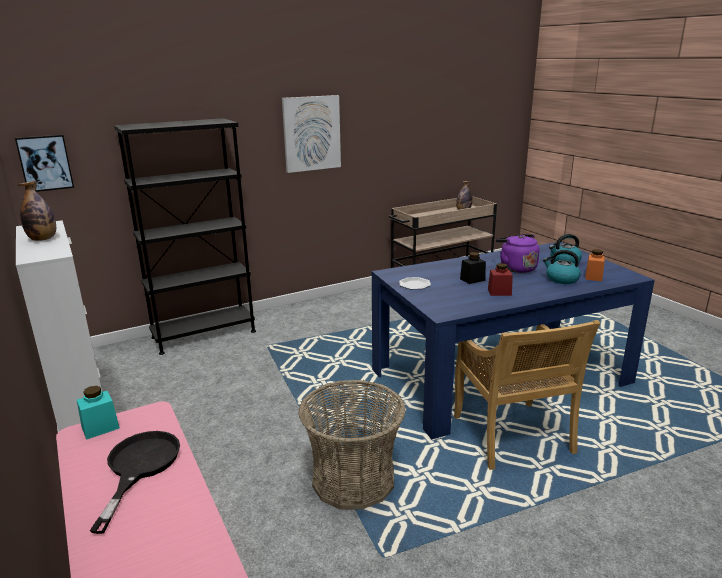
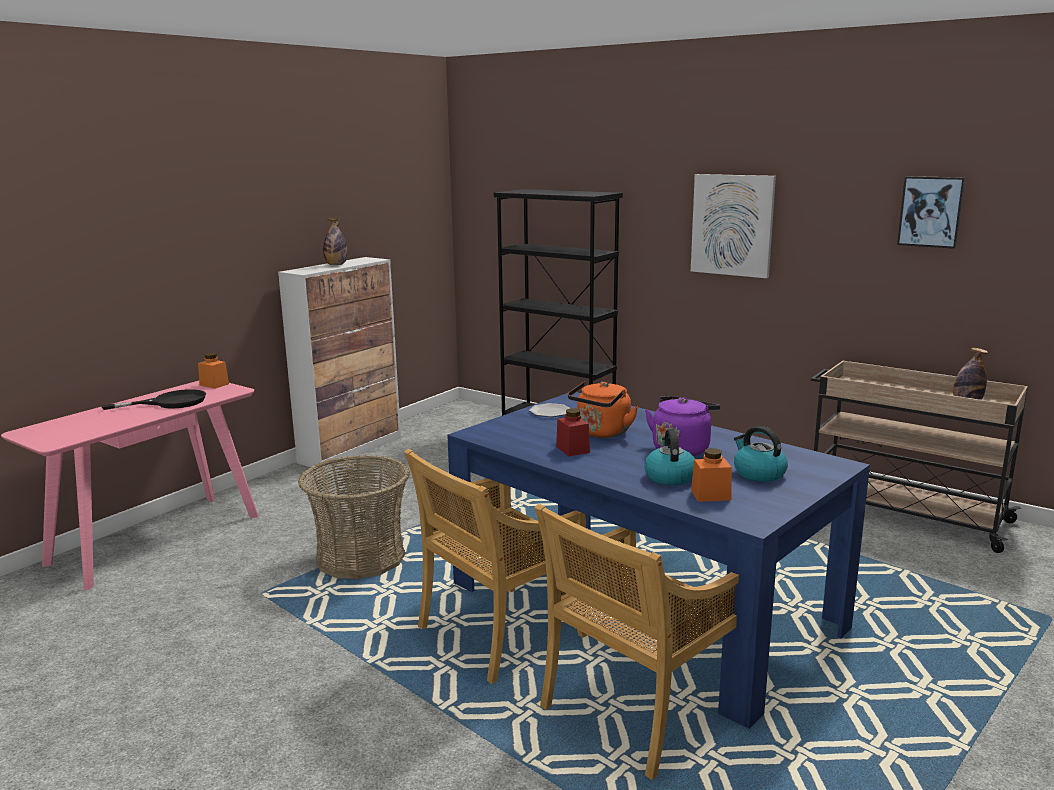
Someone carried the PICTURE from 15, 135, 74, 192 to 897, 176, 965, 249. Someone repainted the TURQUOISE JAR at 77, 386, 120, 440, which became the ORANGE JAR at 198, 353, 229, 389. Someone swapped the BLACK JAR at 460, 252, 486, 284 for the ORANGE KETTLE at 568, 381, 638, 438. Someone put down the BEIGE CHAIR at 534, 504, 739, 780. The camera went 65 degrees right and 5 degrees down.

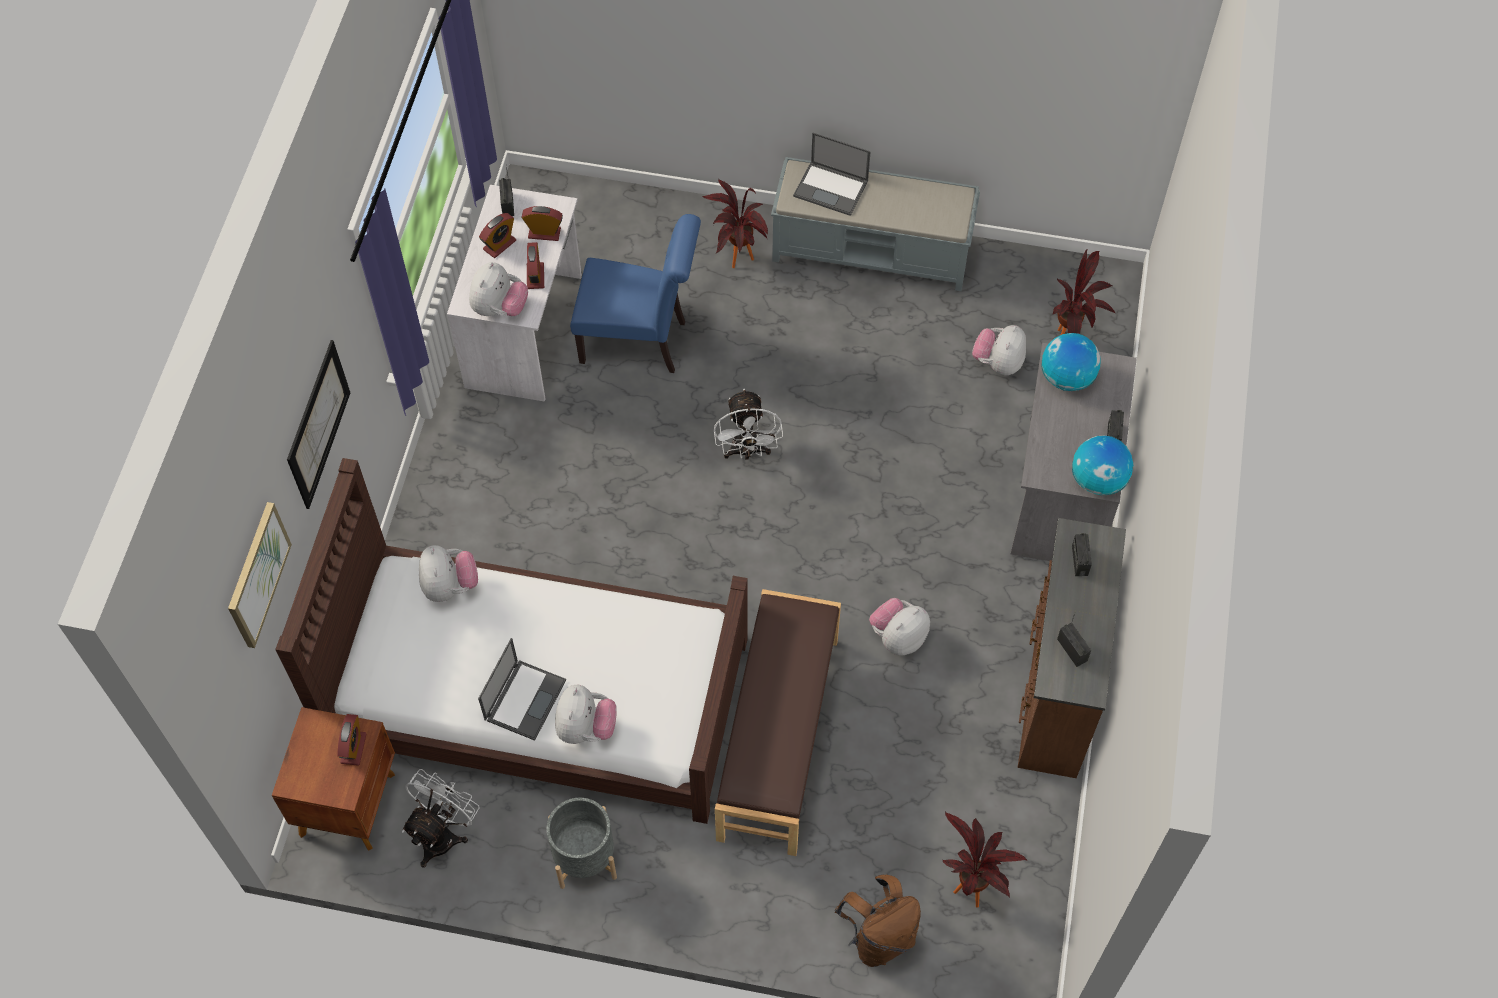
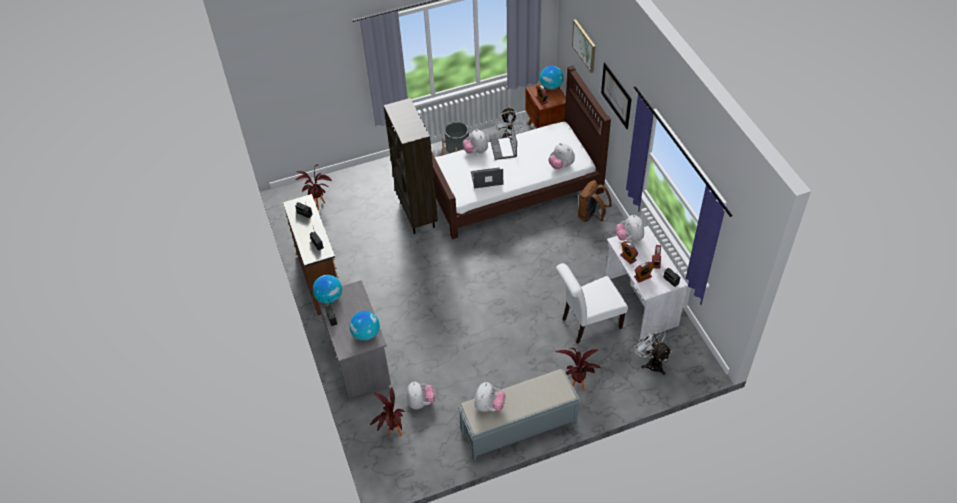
Someone repainted the BLUE CHAIR at 570, 214, 701, 373, which became the WHITE CHAIR at 556, 263, 628, 344. Someone carried the WHITE FAN from 714, 389, 783, 460 to 634, 326, 672, 375. Someone swapped the BROWN BENCH at 715, 589, 841, 856 for the BROWN BOOKCASE at 384, 98, 438, 234. Someone carried the LAPTOP from 793, 133, 871, 216 to 471, 167, 503, 189. Someone carried the BROWN BACKPACK from 835, 874, 921, 967 to 578, 180, 612, 222. Someone carried the PLUSH TOY from 869, 598, 930, 656 to 474, 382, 506, 412. Someone put down the GLOBE at 540, 66, 563, 90. The camera went 150 degrees right and 10 degrees down.

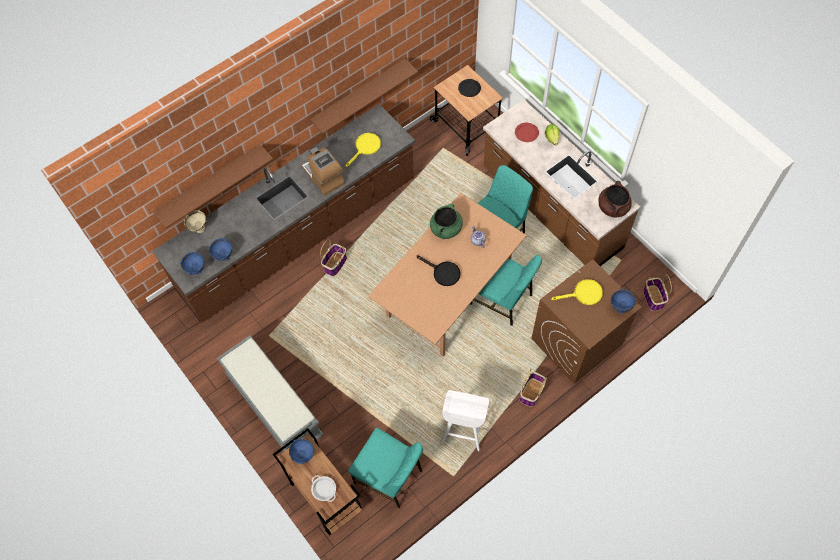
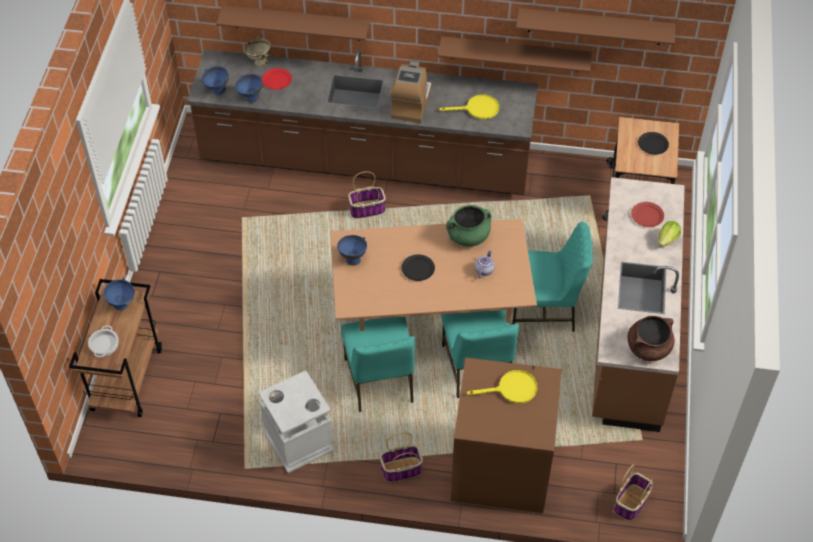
Someone took away the GREY BENCH at 217, 335, 323, 451. Someone carried the TURQUOISE CHAIR from 348, 428, 423, 509 to 341, 317, 415, 412. Someone swapped the BLACK FRYING PAN at 417, 255, 461, 286 for the BLACK PLATE at 402, 254, 435, 281. Someone swapped the WHITE STOOL at 442, 390, 489, 451 for the GREY TRASH CAN at 258, 370, 334, 473. Someone rotated the YELLOW FRYING PAN at 551, 279, 603, 305 by 45 degrees counterclockwise. Someone carried the BLUE BOWL from 611, 288, 636, 314 to 337, 235, 367, 266. Someone put down the RED PLATE at 262, 68, 292, 90. Someone put up the BROWN SHELF at 516, 8, 676, 45. The camera went 45 degrees right and 10 degrees down.

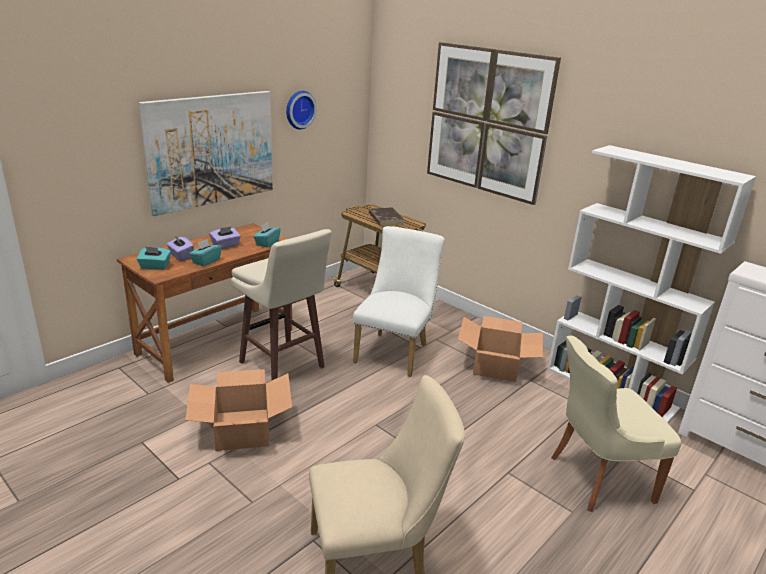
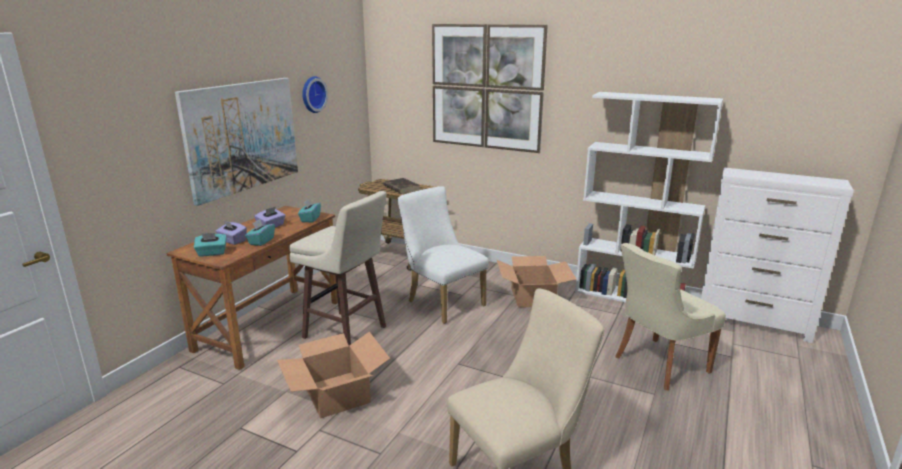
Someone rotated the WHITE CHAIR at 353, 226, 445, 377 by 45 degrees counterclockwise. The camera went 15 degrees left and 5 degrees down.

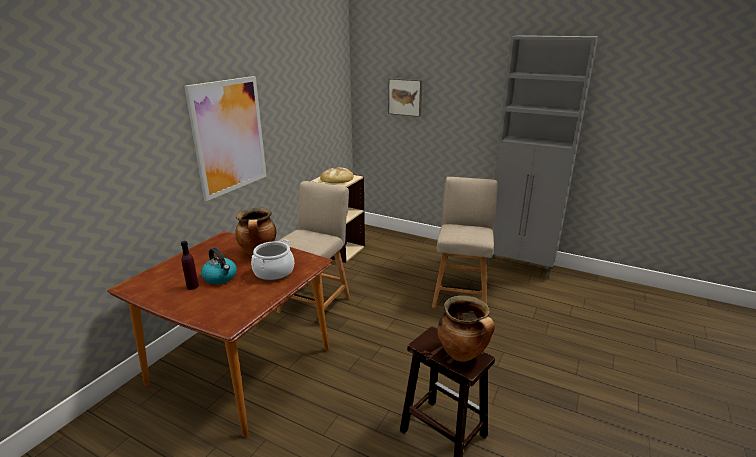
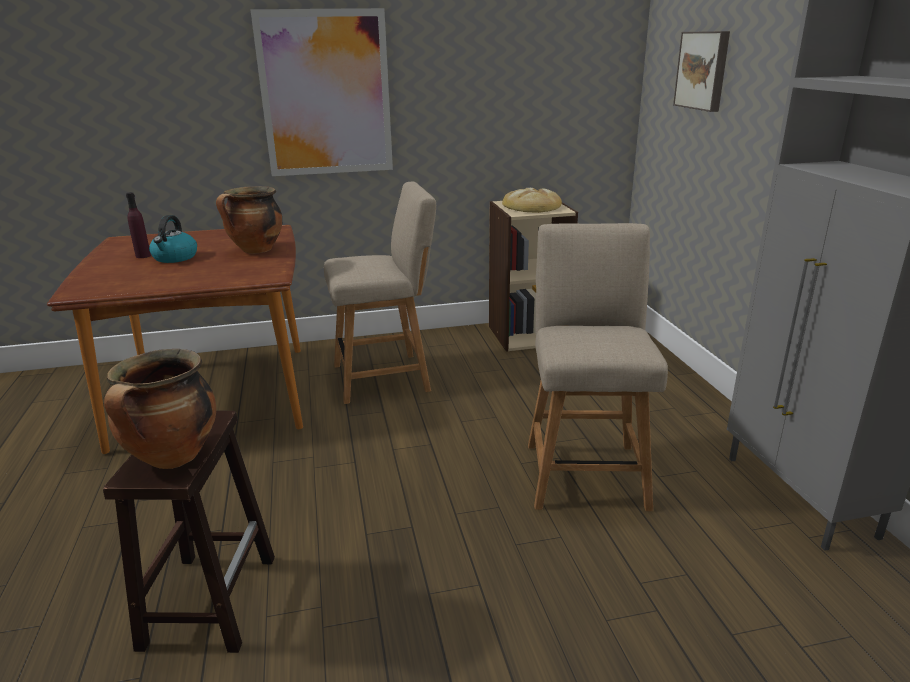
Someone took away the COOKING POT at 251, 239, 294, 281. Someone rotated the BEIGE CHAIR at 432, 177, 498, 308 by 60 degrees counterclockwise. The camera went 50 degrees right and 0 degrees up.

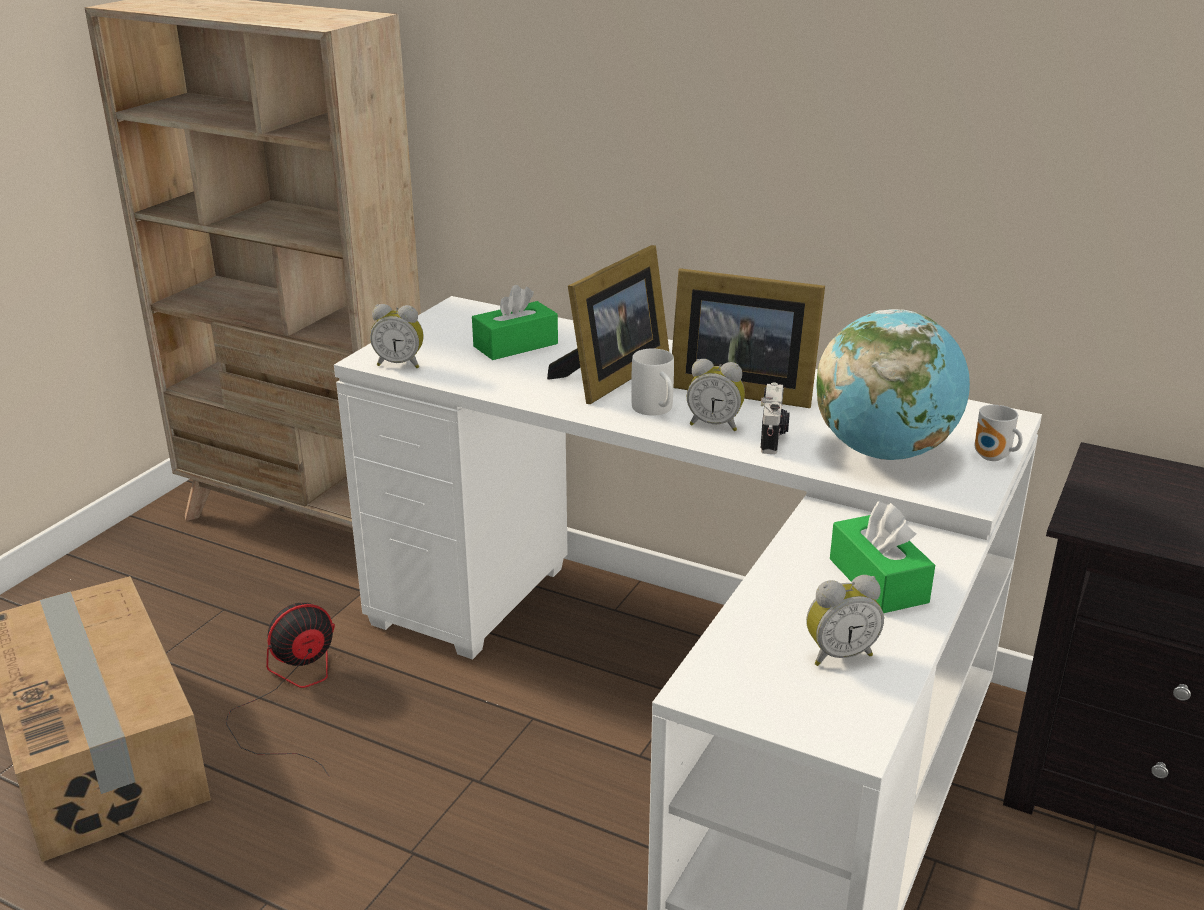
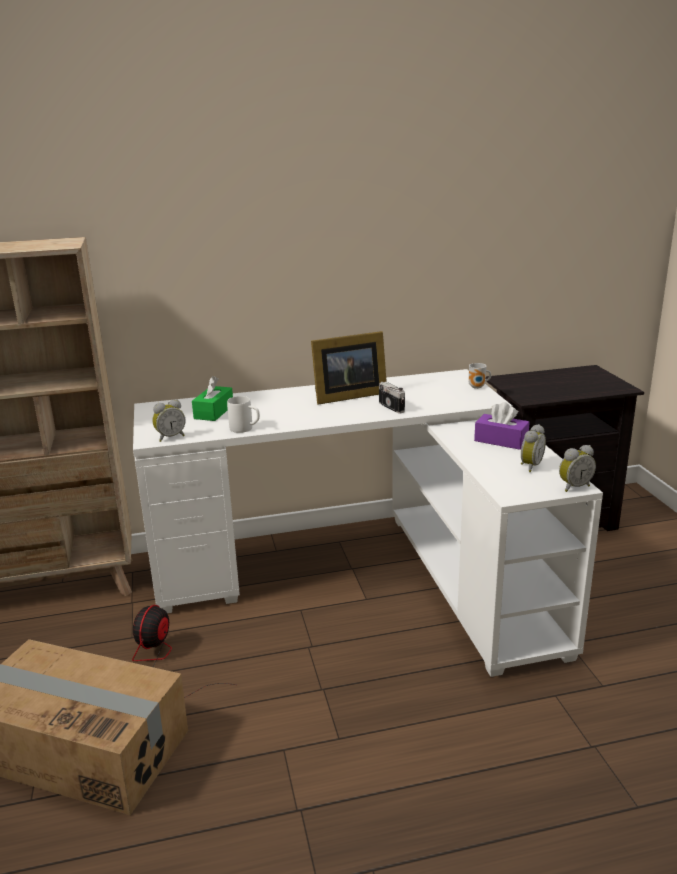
Someone took away the PICTURE FRAME at 547, 245, 669, 404. Someone carried the WHITE MUG from 631, 349, 674, 416 to 227, 396, 260, 433. Someone carried the ALARM CLOCK from 687, 359, 745, 431 to 559, 445, 596, 492. Someone took away the GLOBE at 816, 309, 970, 460. Someone repainted the GREEN TISSUE BOX at 830, 501, 935, 613, which became the PURPLE TISSUE BOX at 474, 402, 530, 450. The camera went 40 degrees left and 5 degrees down.

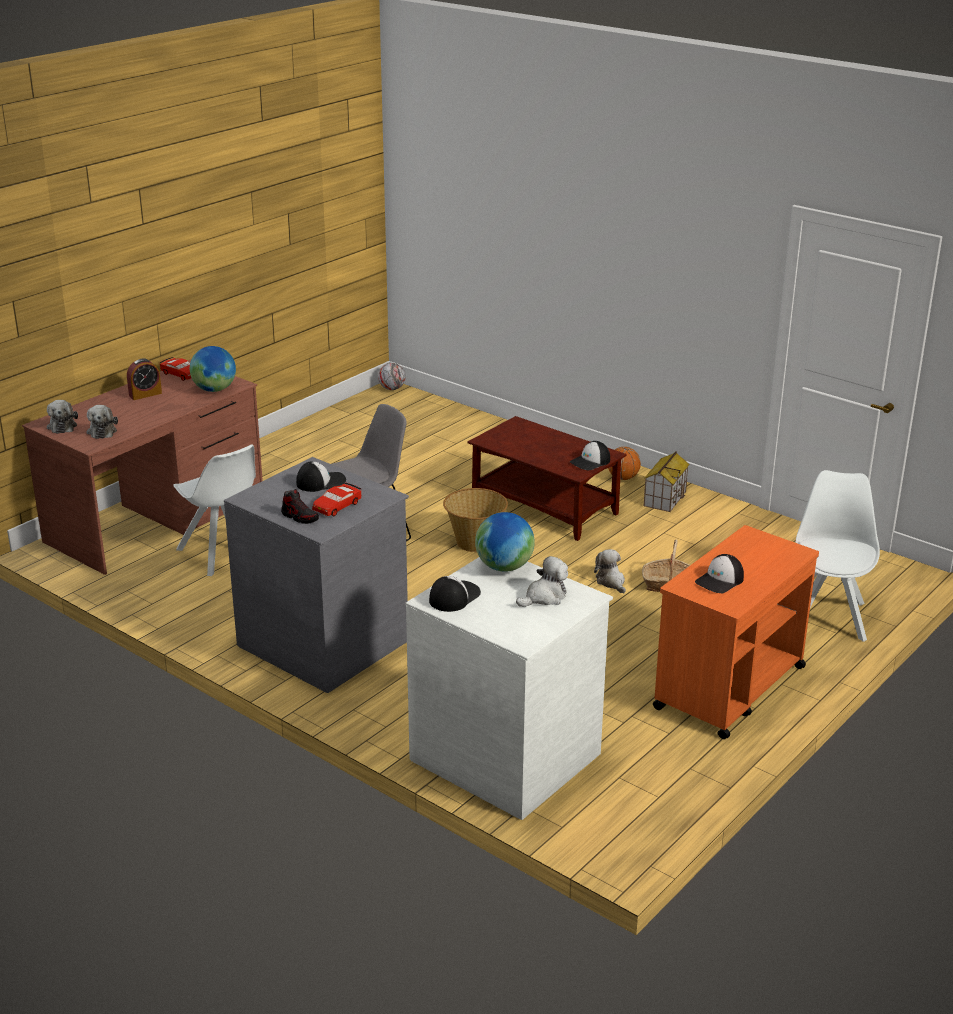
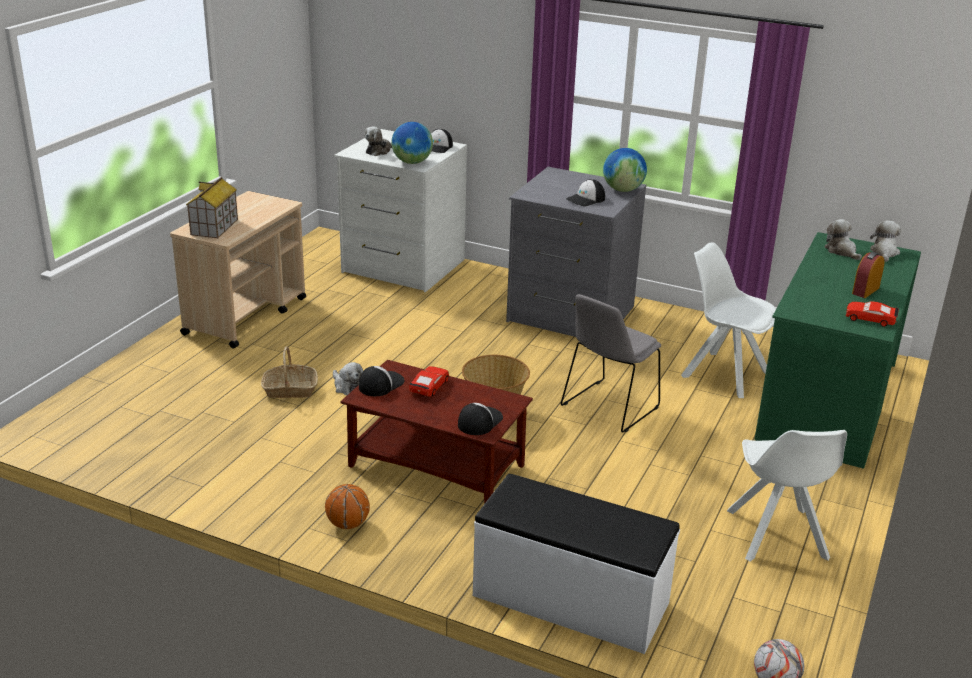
Someone repainted the BROWN DESK at 22, 359, 263, 575, which became the GREEN DESK at 754, 232, 921, 469. Someone rotated the PLUSH TOY at 47, 400, 78, 434 by 45 degrees clockwise. Someone carried the GLOBE from 190, 346, 236, 392 to 603, 148, 647, 192. Someone took away the SHOE at 281, 489, 319, 524. Someone carried the RED TOY CAR from 312, 483, 362, 516 to 409, 366, 449, 397. Someone carried the TOY HOUSE from 644, 451, 690, 512 to 186, 177, 238, 238. Someone repainted the ORANGE CART at 653, 525, 819, 739, which became the BEIGE CART at 170, 191, 306, 349. Someone carried the CAP from 695, 554, 744, 593 to 458, 403, 503, 435. Someone carried the WHITE CHAIR from 796, 470, 880, 642 to 727, 430, 847, 562. Someone put down the WHITE BENCH at 473, 474, 680, 654. The camera went 165 degrees right and 0 degrees up.

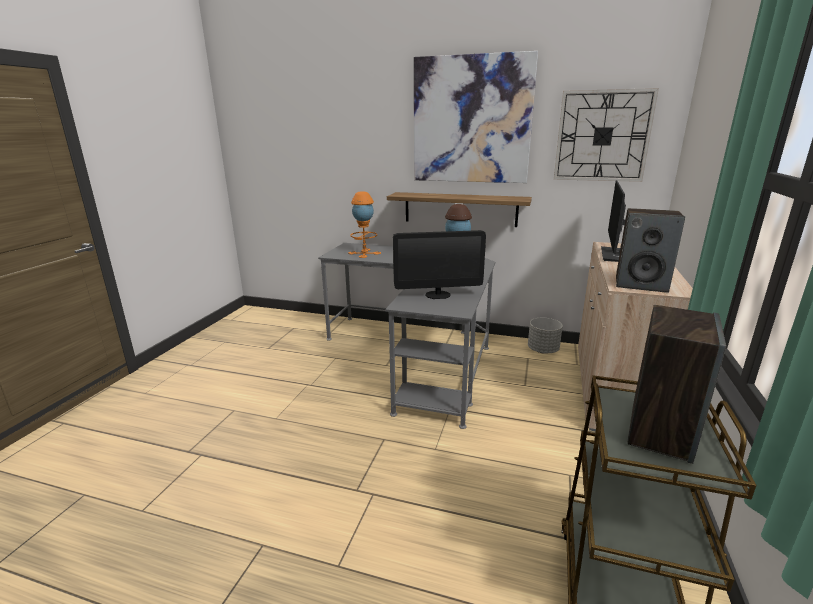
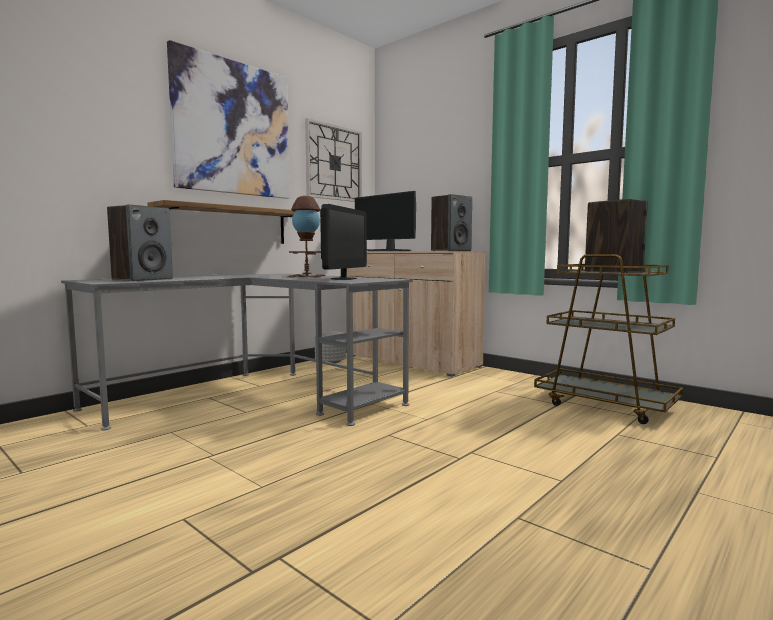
Someone swapped the ORANGE TABLE LAMP at 348, 191, 381, 258 for the SPEAKER at 107, 204, 173, 281. The camera went 65 degrees left and 15 degrees down.

